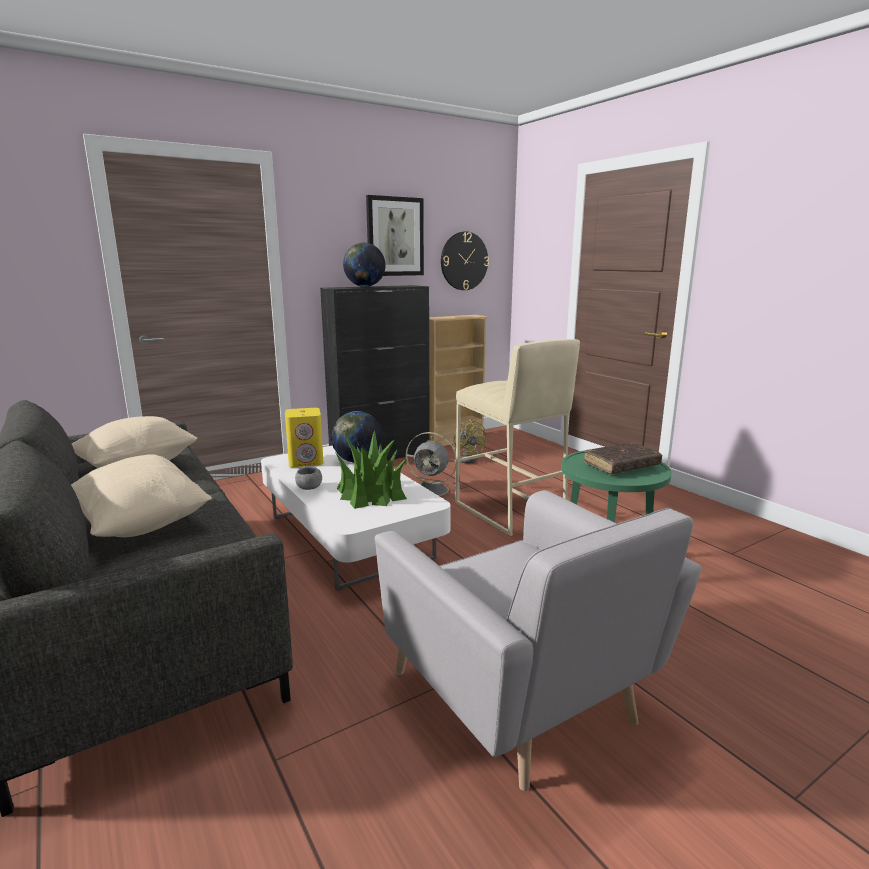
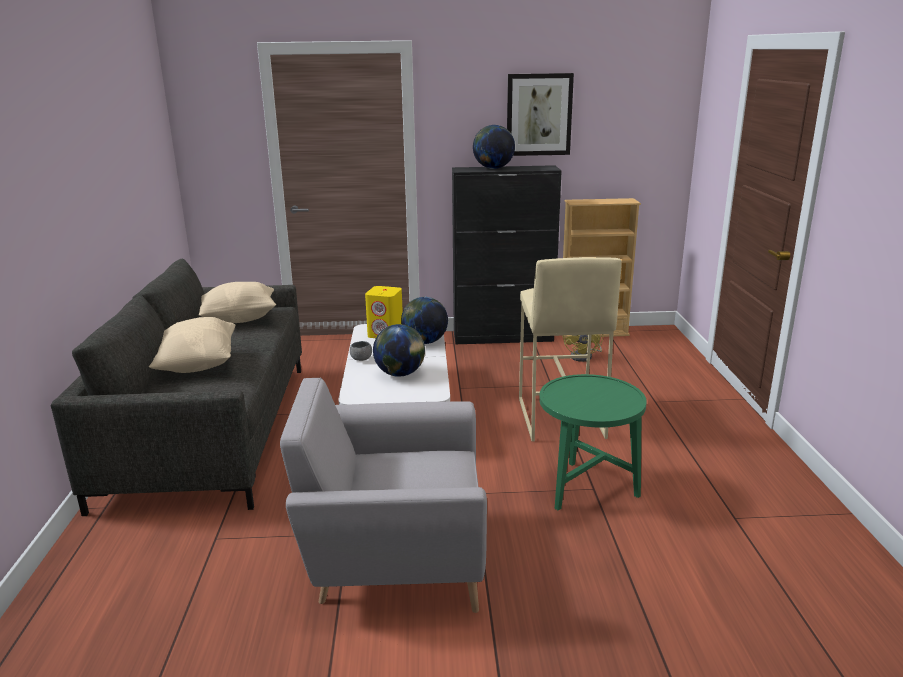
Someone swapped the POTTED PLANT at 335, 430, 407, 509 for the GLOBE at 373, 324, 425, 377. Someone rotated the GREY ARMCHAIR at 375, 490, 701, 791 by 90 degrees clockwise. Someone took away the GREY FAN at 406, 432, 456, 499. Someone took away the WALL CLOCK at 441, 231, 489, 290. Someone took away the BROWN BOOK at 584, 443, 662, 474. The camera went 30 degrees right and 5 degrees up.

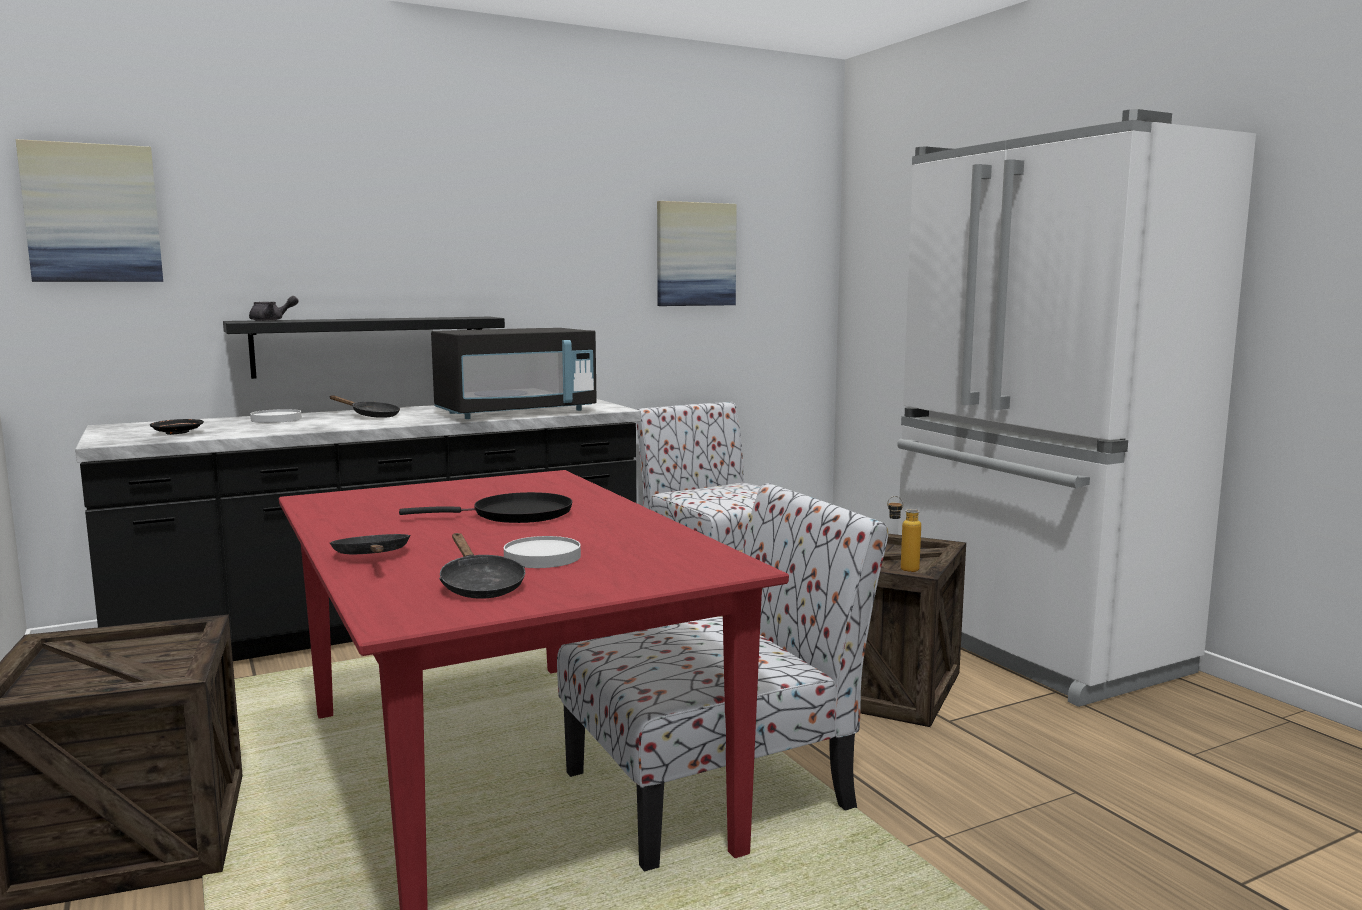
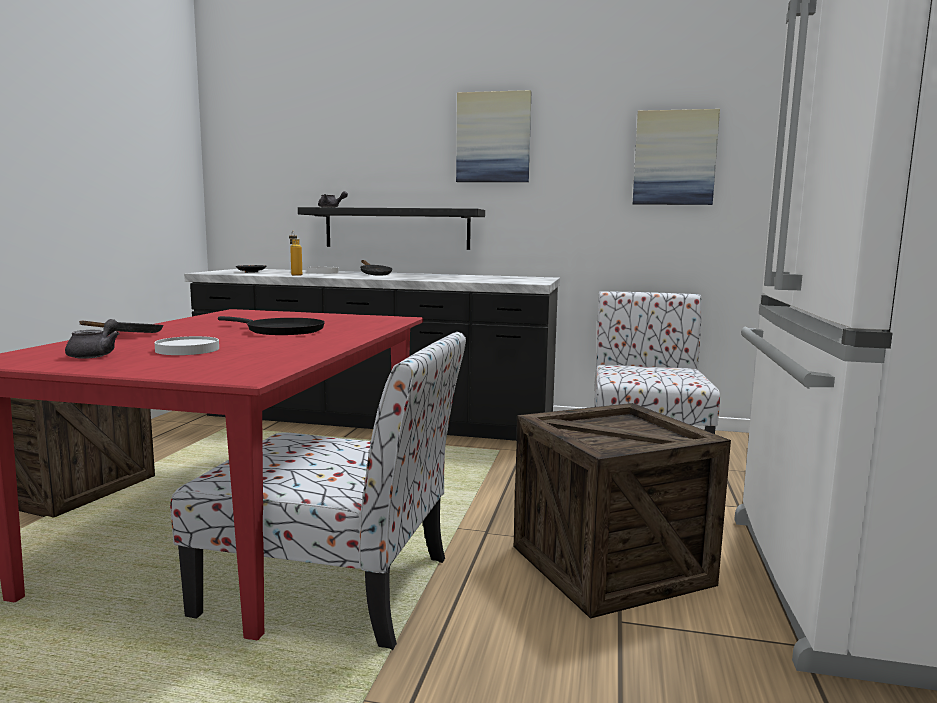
Someone carried the PICTURE from 16, 139, 163, 282 to 456, 90, 531, 182. Someone took away the BLACK MICROWAVE at 431, 328, 597, 419. Someone swapped the BLACK FRYING PAN at 439, 533, 525, 599 for the GREY TEAPOT at 65, 319, 120, 359. Someone carried the BOTTLE from 887, 496, 921, 572 to 289, 231, 302, 276. The camera went 40 degrees right and 0 degrees up.

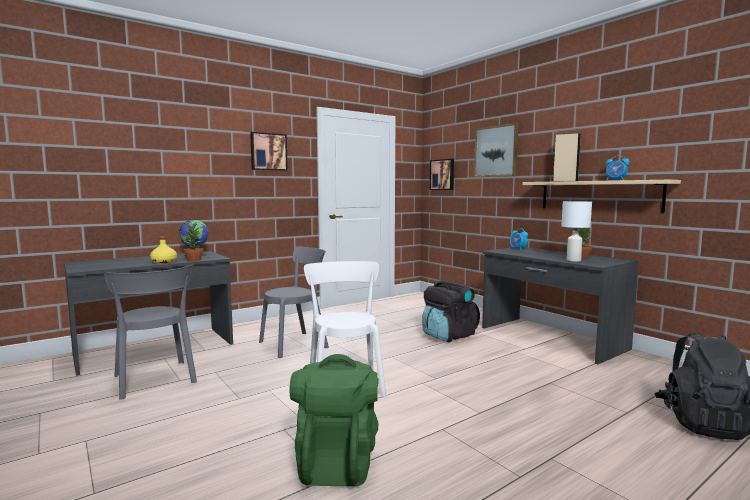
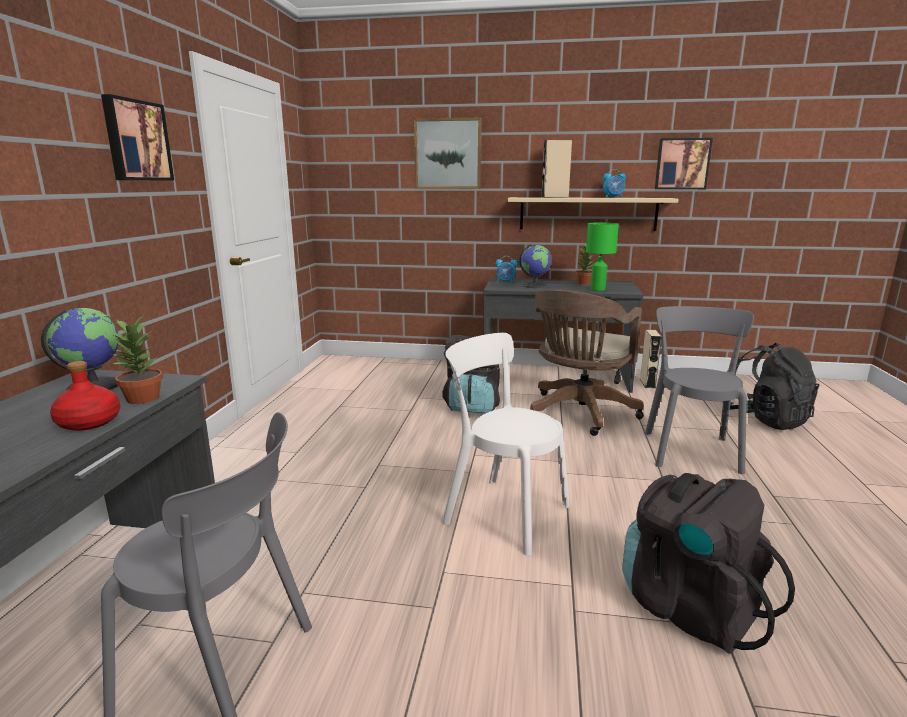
Someone repainted the YELLOW BOTTLE at 150, 236, 177, 263, which became the RED BOTTLE at 50, 361, 121, 431. Someone carried the GREY CHAIR from 259, 247, 329, 358 to 645, 306, 754, 474. Someone repainted the GREEN BACKPACK at 290, 354, 379, 486, which became the BLACK BACKPACK at 623, 473, 795, 654. Someone carried the PICTURE from 430, 159, 454, 190 to 655, 138, 713, 189. Someone repainted the WHITE TABLE LAMP at 561, 201, 592, 262, which became the GREEN TABLE LAMP at 586, 223, 619, 291. Someone put down the GLOBE at 519, 245, 551, 288. Someone put down the BROWN OFFICE CHAIR at 530, 290, 644, 436. Someone put down the BEIGE SPEAKER at 640, 330, 662, 388. The camera went 45 degrees left and 10 degrees up.

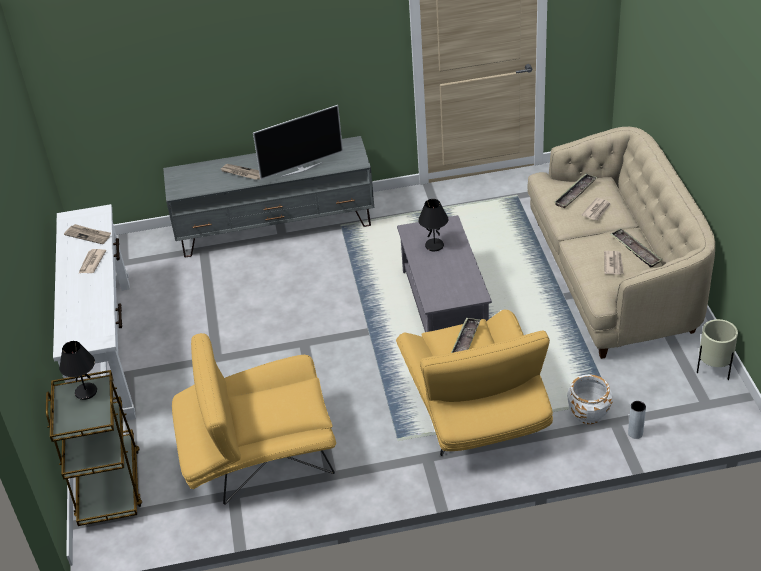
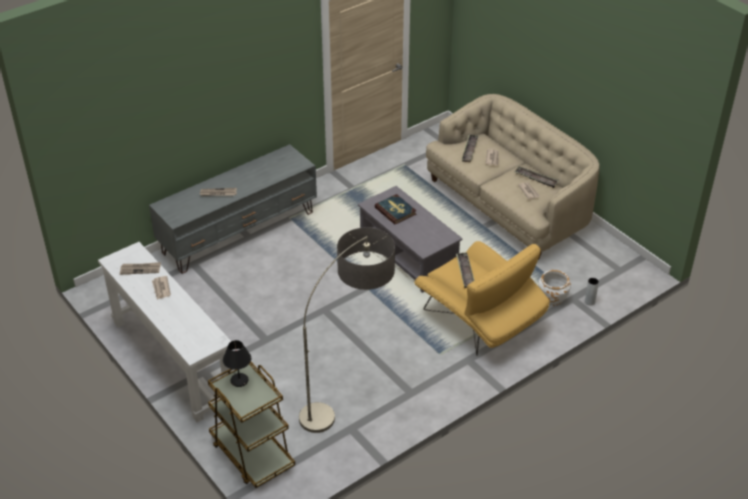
Someone swapped the YELLOW ARMCHAIR at 172, 333, 336, 505 for the FLOOR LAMP at 299, 227, 395, 433. Someone took away the TELEVISION at 253, 105, 343, 179. Someone swapped the BLACK TABLE LAMP at 418, 199, 448, 251 for the BOOK at 375, 194, 416, 224. Someone took away the BEIGE PLANTER at 697, 319, 738, 380. The camera went 30 degrees left and 0 degrees up.

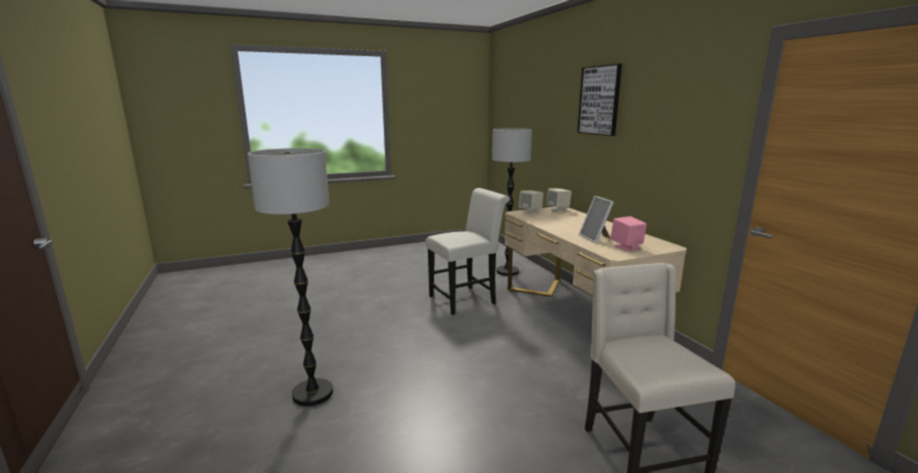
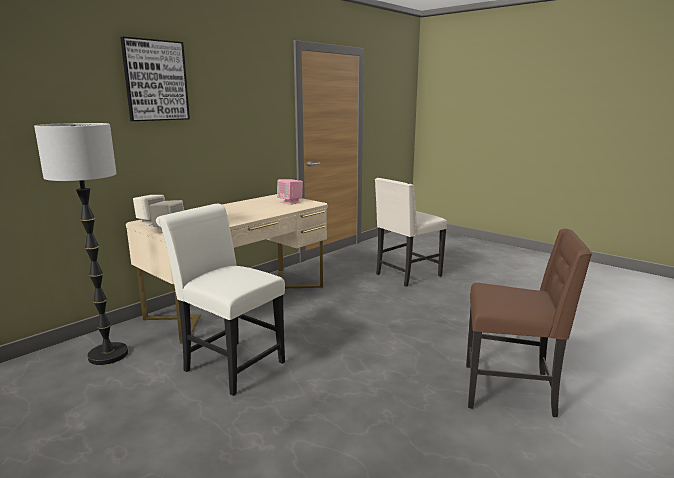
Someone swapped the FLOOR LAMP at 248, 148, 333, 406 for the BROWN CHAIR at 466, 229, 592, 417. Someone took away the PICTURE FRAME at 579, 196, 614, 243. The camera went 115 degrees left and 0 degrees up.

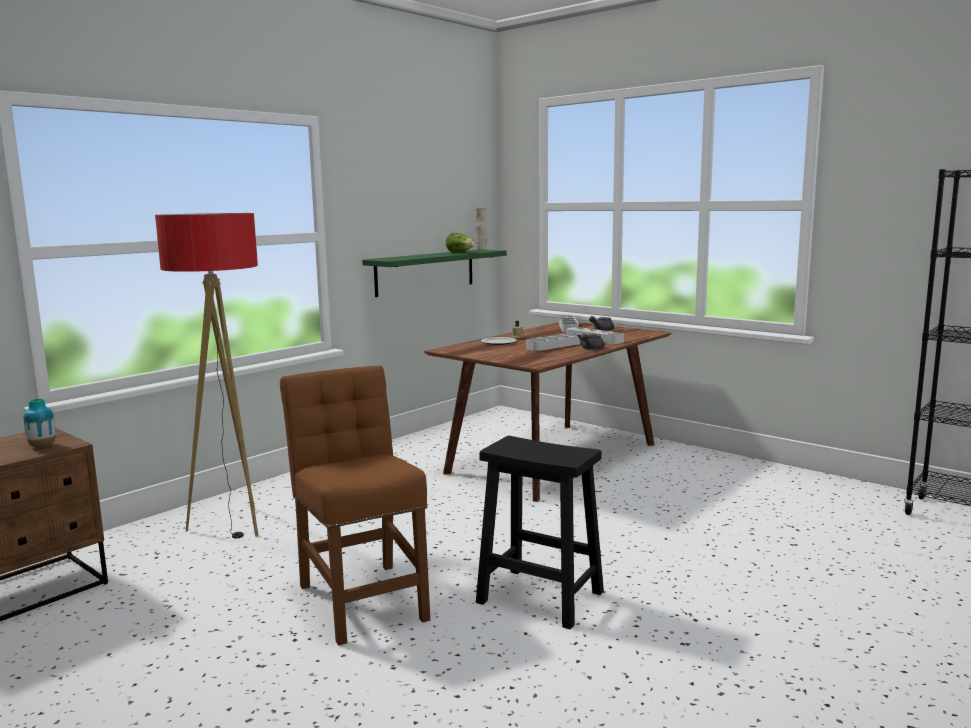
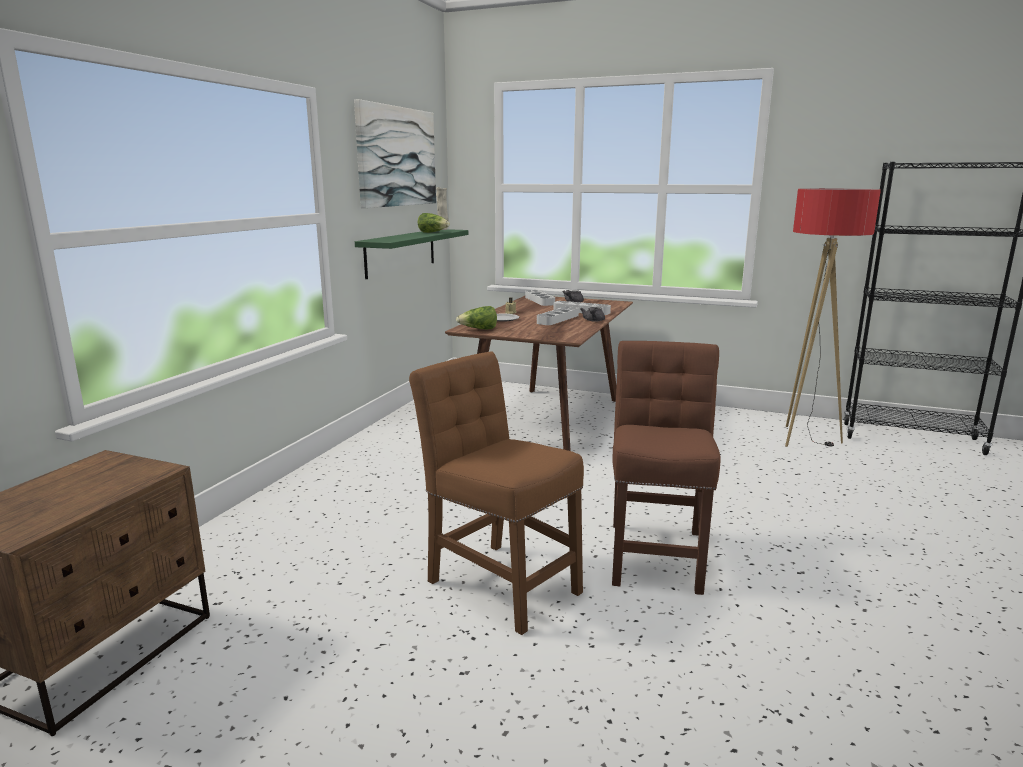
Someone took away the VASE at 24, 398, 56, 447. Someone carried the FLOOR LAMP from 155, 213, 258, 538 to 785, 188, 881, 447. Someone swapped the BLACK STOOL at 476, 436, 604, 630 for the BROWN CHAIR at 612, 341, 721, 595. Someone put up the PICTURE at 354, 99, 436, 208. Someone put down the LETTUCE at 456, 306, 497, 329. The camera went 20 degrees left and 5 degrees up.

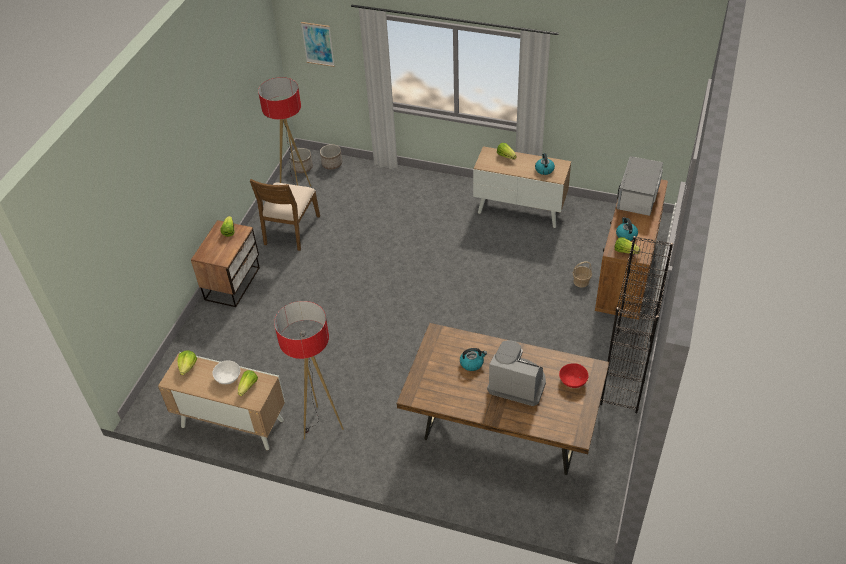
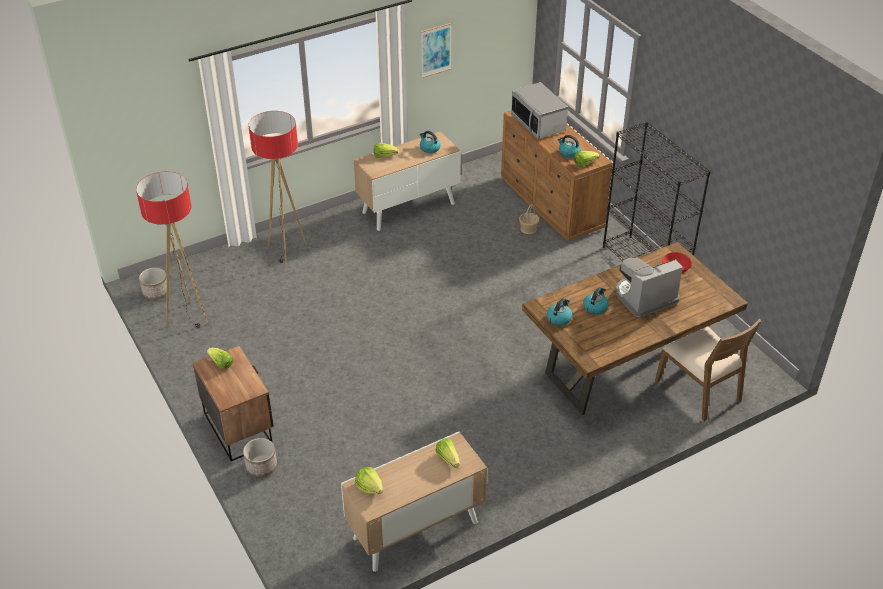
Someone took away the WHITE BOWL at 213, 361, 240, 384. Someone carried the BROWN CHAIR from 250, 179, 320, 251 to 655, 319, 761, 421. Someone carried the FLOOR LAMP from 274, 301, 344, 440 to 248, 111, 307, 266. Someone carried the PICTURE from 301, 22, 335, 67 to 421, 23, 452, 78. Someone carried the PLANTER from 320, 144, 342, 170 to 243, 438, 277, 477. Someone put down the KETTLE at 547, 298, 572, 326. The camera went 50 degrees left and 5 degrees down.

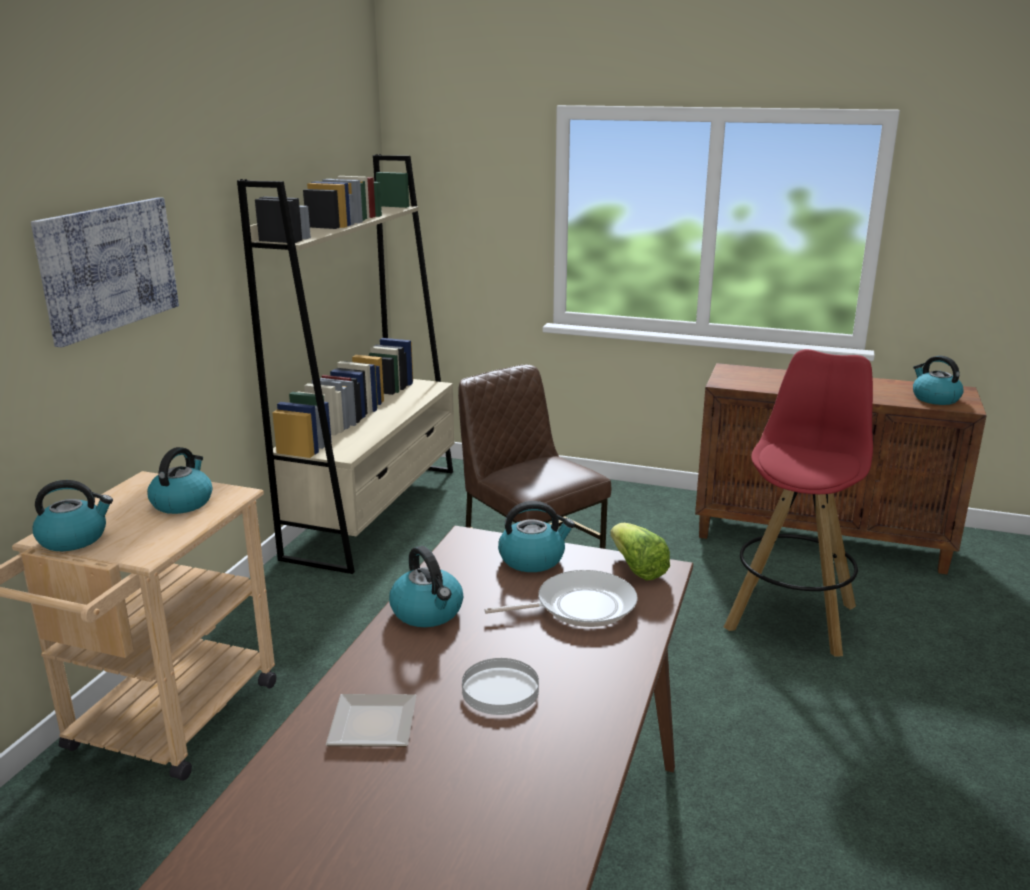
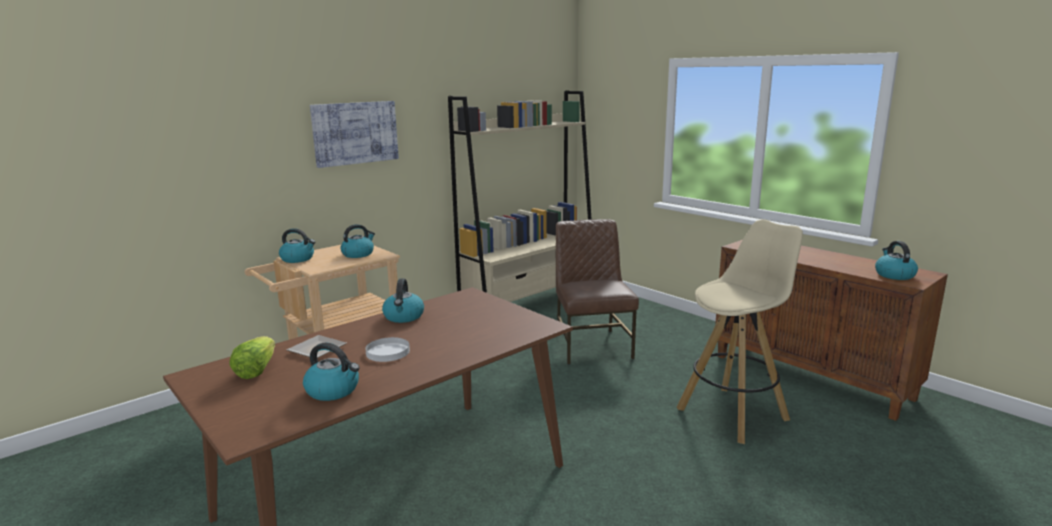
Someone took away the FRYING PAN at 484, 570, 638, 627. Someone carried the KETTLE from 498, 501, 575, 572 to 303, 343, 360, 401. Someone carried the LETTUCE from 610, 523, 670, 581 to 230, 336, 275, 379. Someone repainted the RED STOOL at 724, 349, 873, 657, which became the BEIGE STOOL at 677, 219, 803, 444. The camera went 30 degrees right and 5 degrees down.

